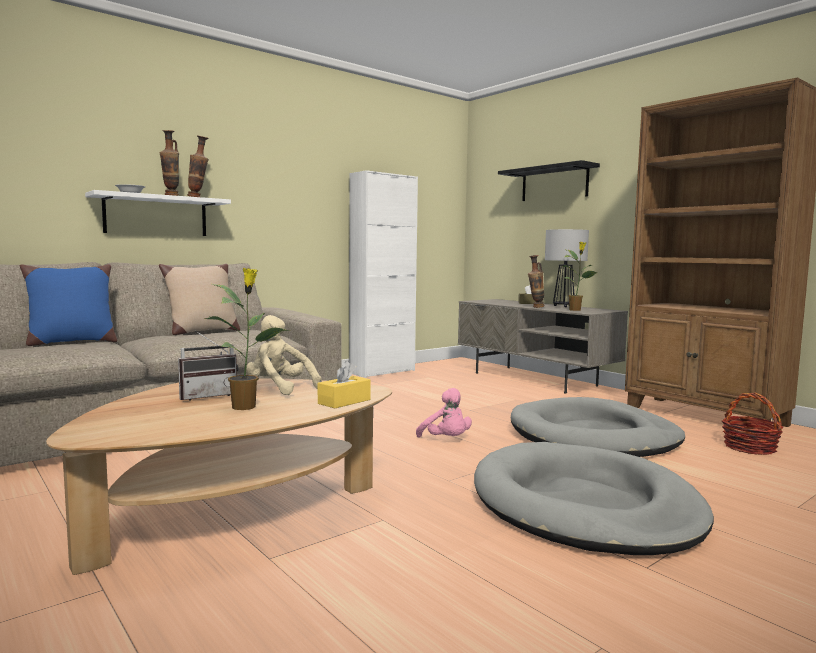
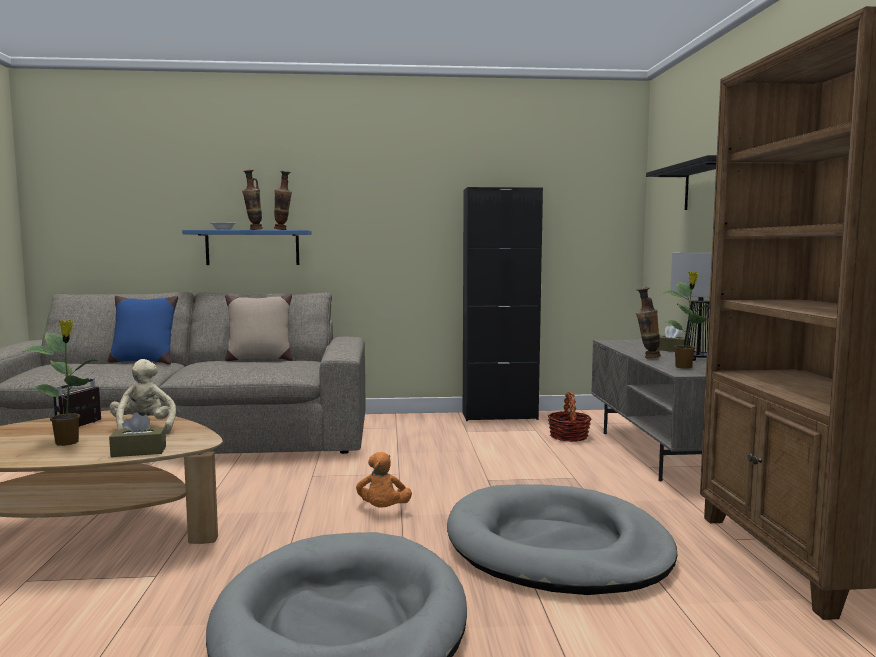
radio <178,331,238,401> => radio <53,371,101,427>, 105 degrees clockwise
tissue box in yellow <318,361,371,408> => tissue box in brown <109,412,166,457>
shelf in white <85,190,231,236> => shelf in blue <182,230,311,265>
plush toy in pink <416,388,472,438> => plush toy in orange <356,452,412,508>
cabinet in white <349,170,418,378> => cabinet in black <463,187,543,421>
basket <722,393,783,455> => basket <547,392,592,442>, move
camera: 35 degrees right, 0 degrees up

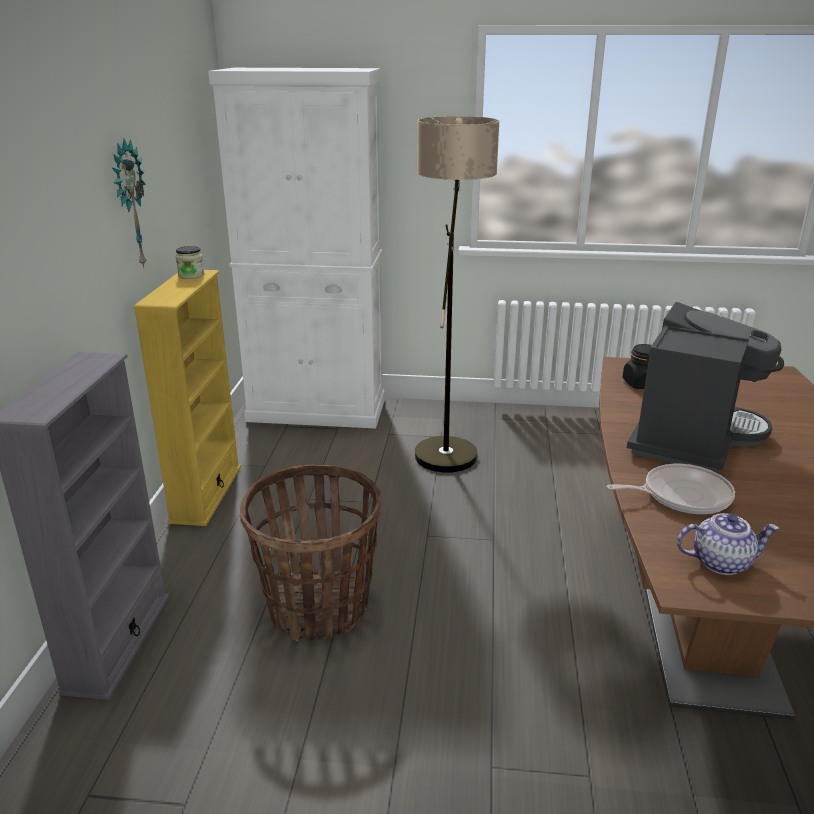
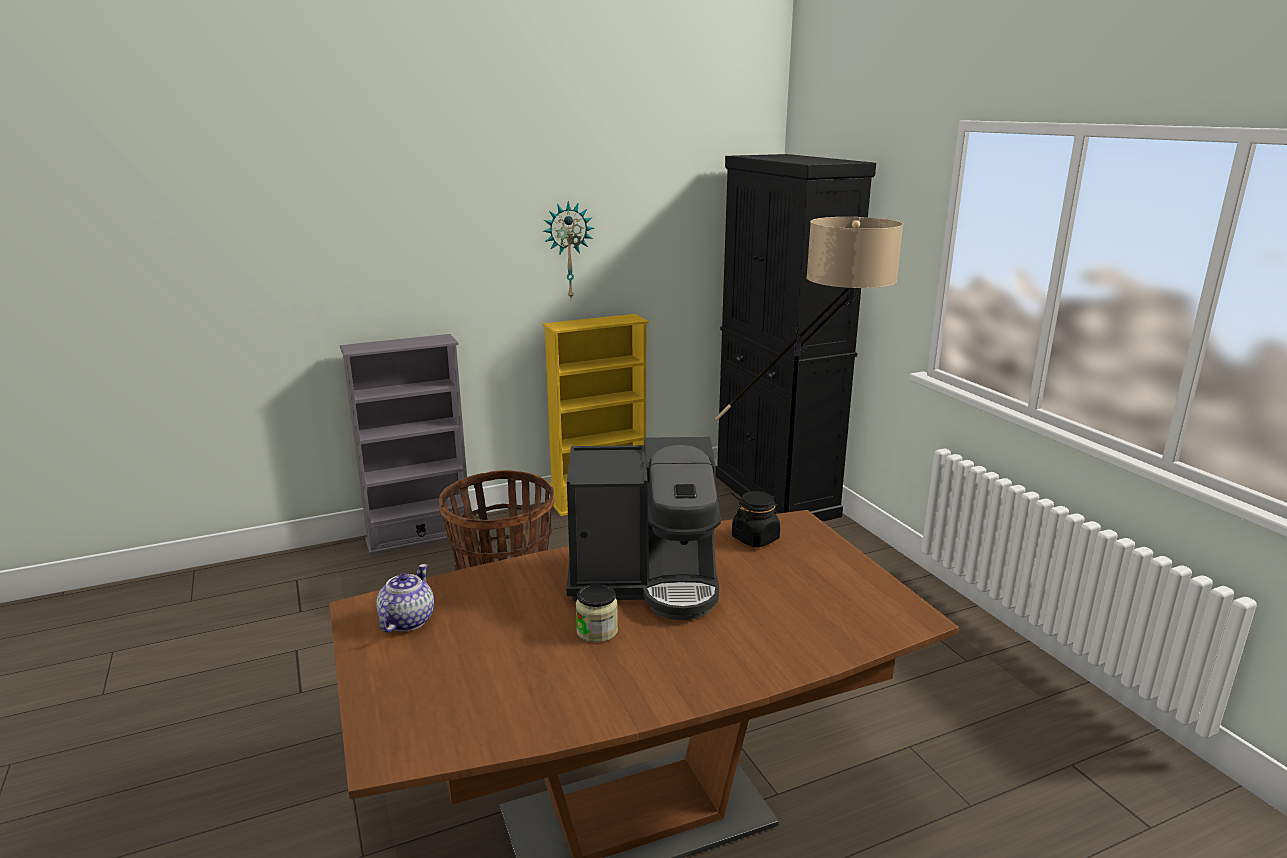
teapot <677,513,779,575> => teapot <376,564,434,632>, 135 degrees counterclockwise
jar <176,246,204,279> => jar <576,584,618,643>, move
cabinet in white <208,68,385,429> => cabinet in black <715,154,876,522>
frying pan <607,464,735,514> => nothing
camera: 60 degrees right, 5 degrees down

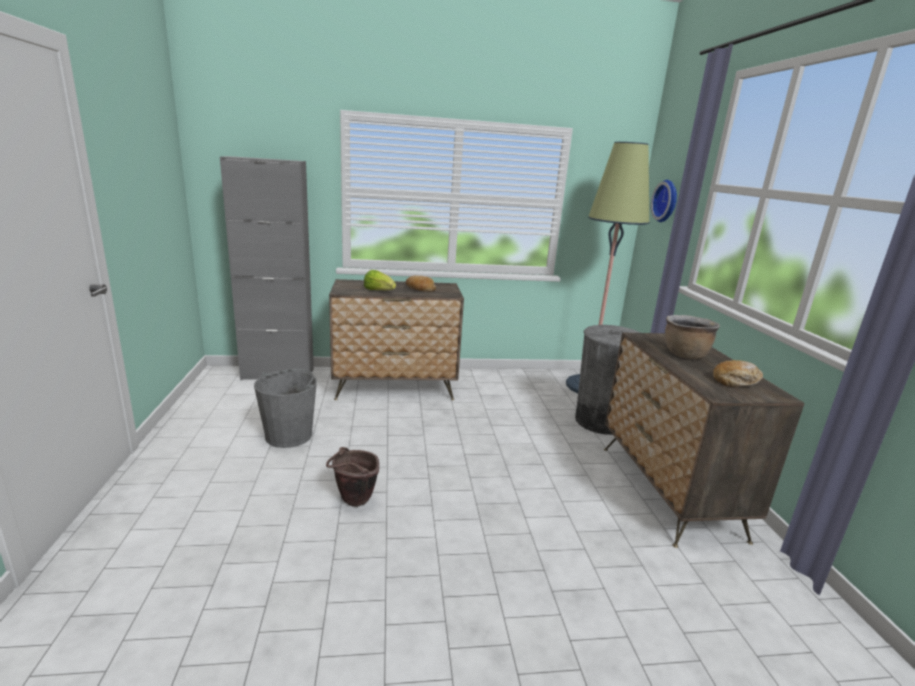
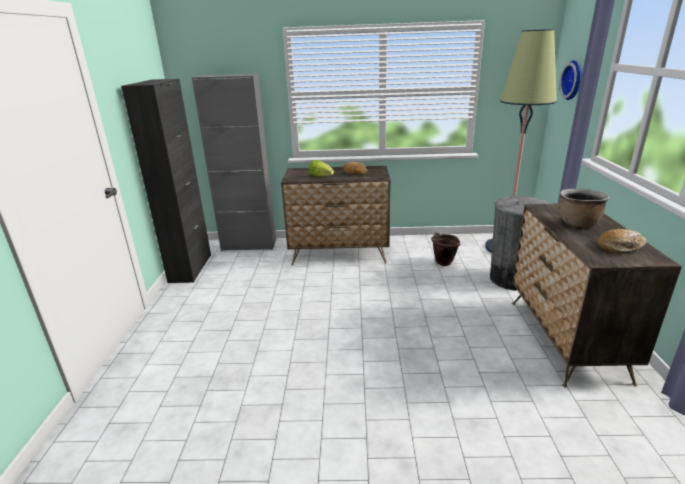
nothing => cabinet in black <121,79,211,283>
bucket in brown <326,447,379,507> => bucket in brown <431,233,461,266>, move
bucket in grey <254,369,317,448> => nothing
camera: 10 degrees right, 5 degrees up

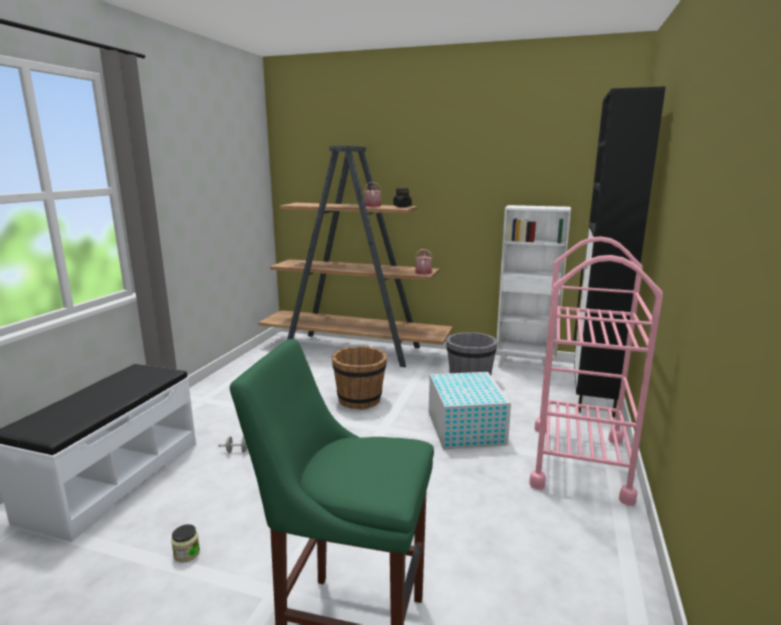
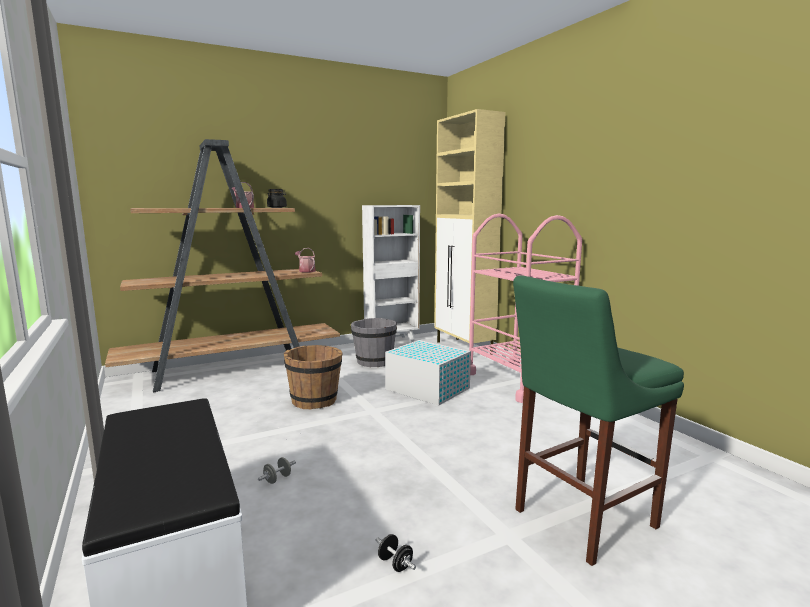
jar <171,524,200,563> => dumbbell in black <376,534,416,572>
cabinet in black <574,86,666,417> => cabinet in beige <434,109,505,355>
camera: 45 degrees left, 5 degrees down

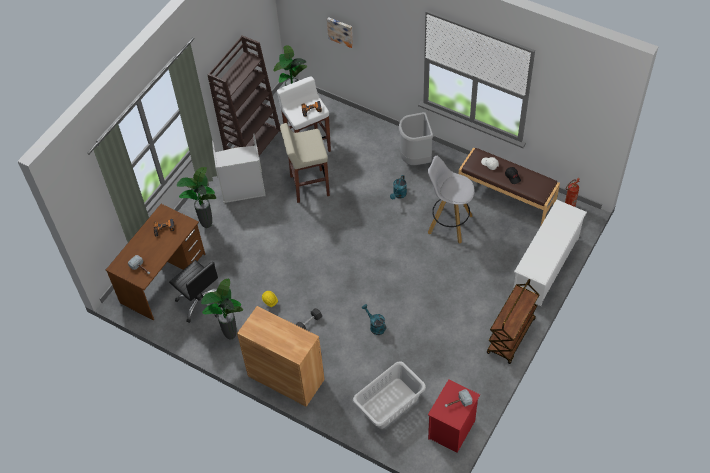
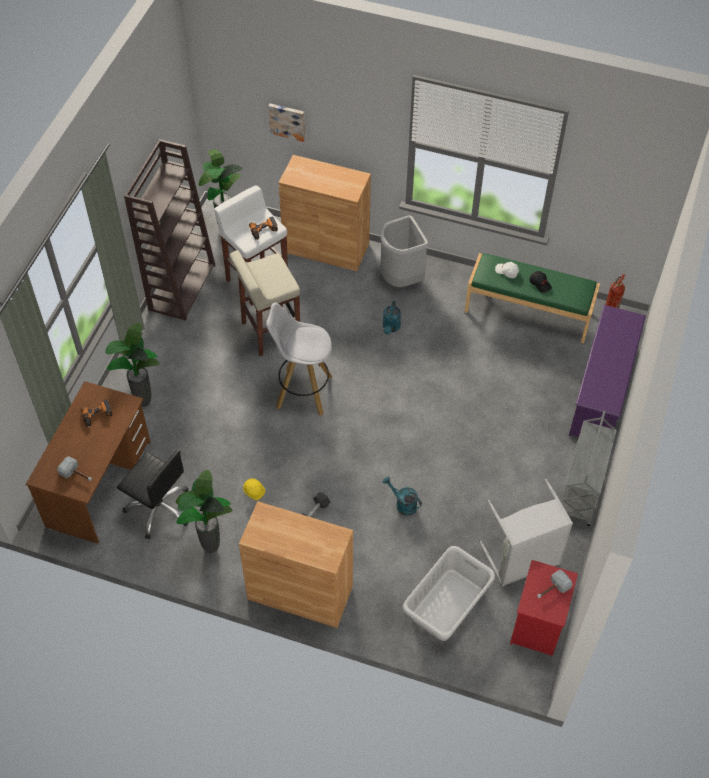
stool in white <428,156,475,244> => stool in white <266,302,332,416>, move
nothing => cabinet in brown <279,155,371,271>
bench in brown <459,147,560,225> => bench in green <465,253,600,343>
laundry basket in grey <212,134,266,203> => laundry basket in grey <480,479,573,586>, move
cart in brown <487,279,539,364> => cart in grey <561,411,617,526>
shoe rack in white <513,199,587,306> => shoe rack in purple <569,305,646,437>
camera: 15 degrees left, 0 degrees up

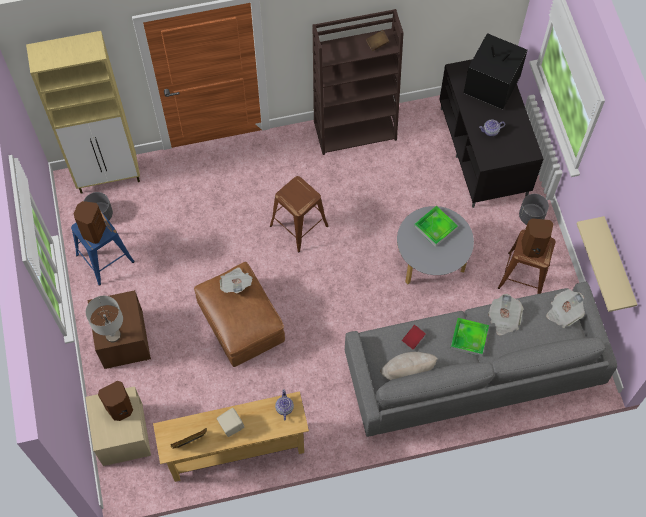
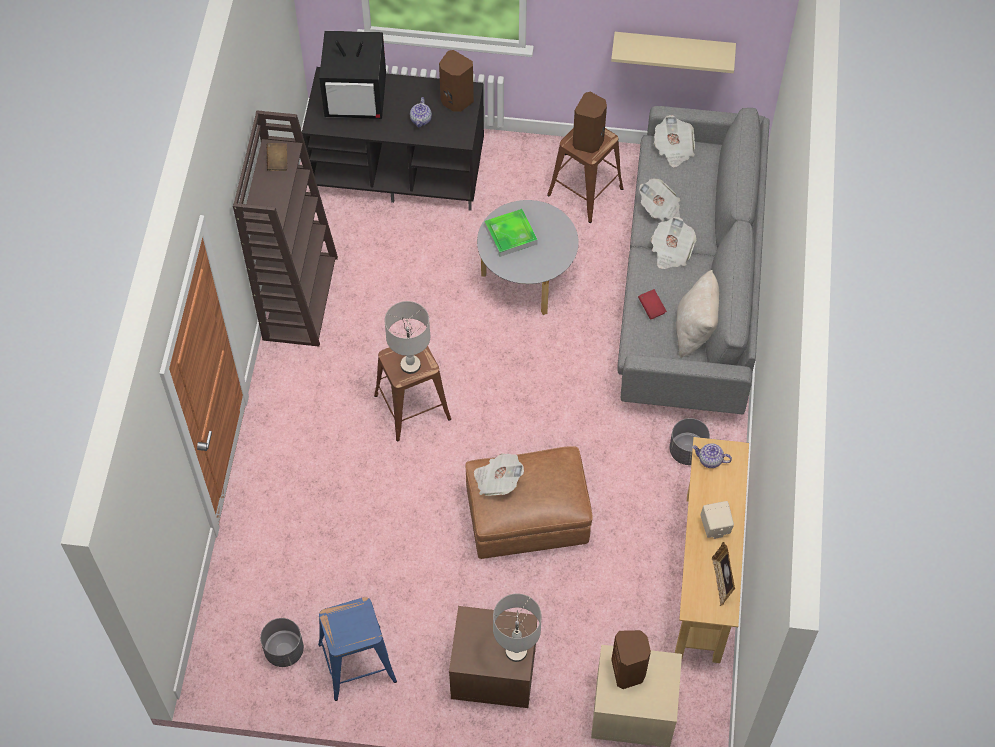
television <464,33,527,109> => television <319,31,386,119>, 135 degrees counterclockwise
nothing => table lamp in grey <385,301,430,374>
speaker in brown <73,201,106,244> => speaker in brown <439,50,474,112>, move
tray <450,318,489,357> => newspaper <651,217,696,269>
planter in grey <519,194,549,225> => planter in grey <670,418,710,465>, move
cabinet in beige <26,31,140,193> => nothing
camera: 70 degrees left, 5 degrees down

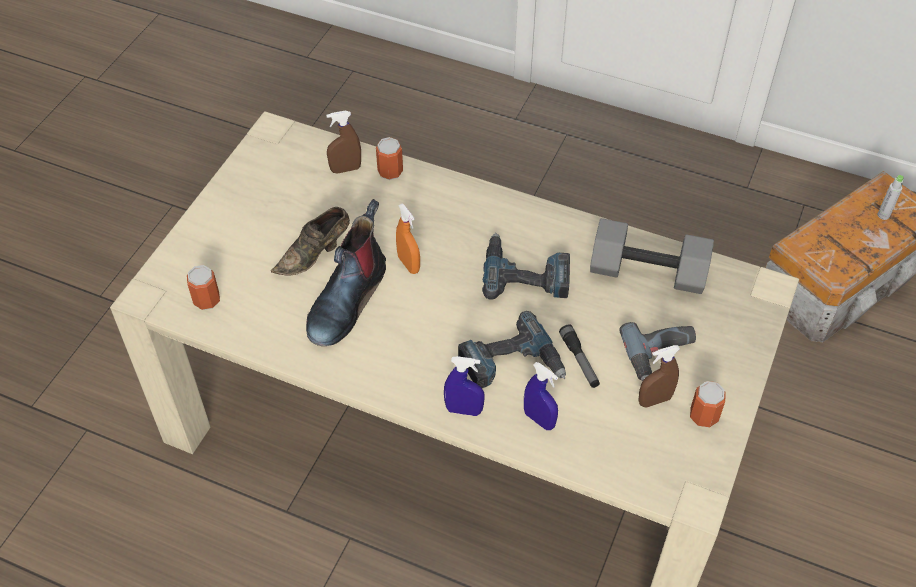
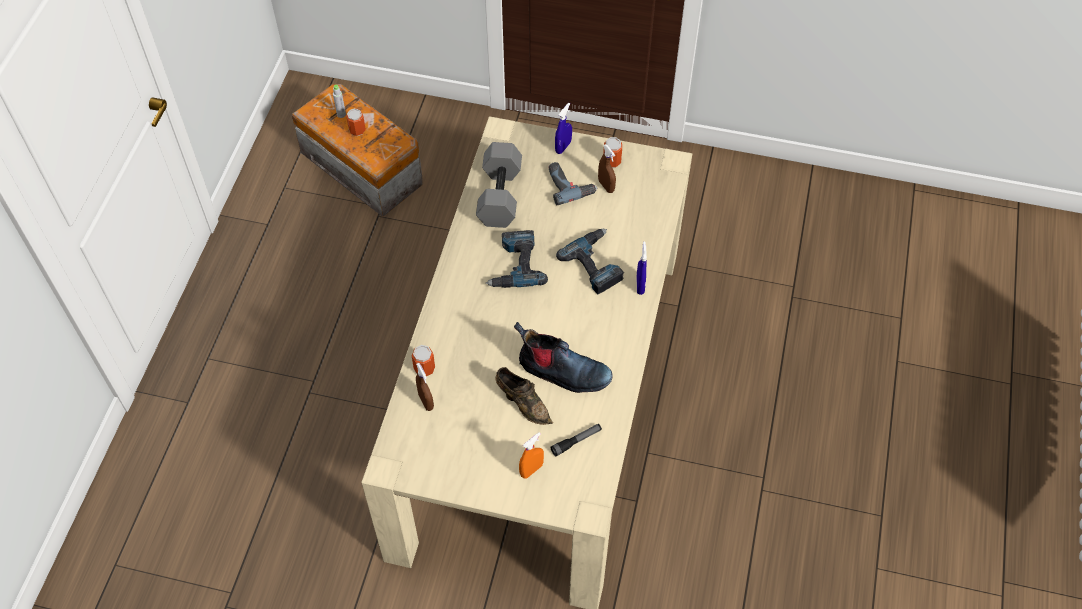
can <187,265,220,310> => can <346,108,366,136>, move
spray bottle in orange <396,204,420,274> => spray bottle in orange <519,432,544,479>, move
flashlight <559,325,600,388> => flashlight <550,424,602,457>, move
spray bottle in blue <524,362,558,430> => spray bottle in blue <555,103,572,154>, move
camera: 100 degrees left, 5 degrees up

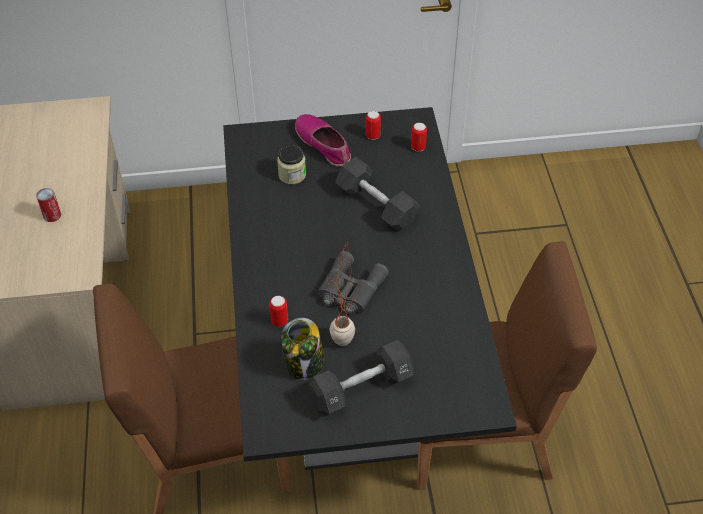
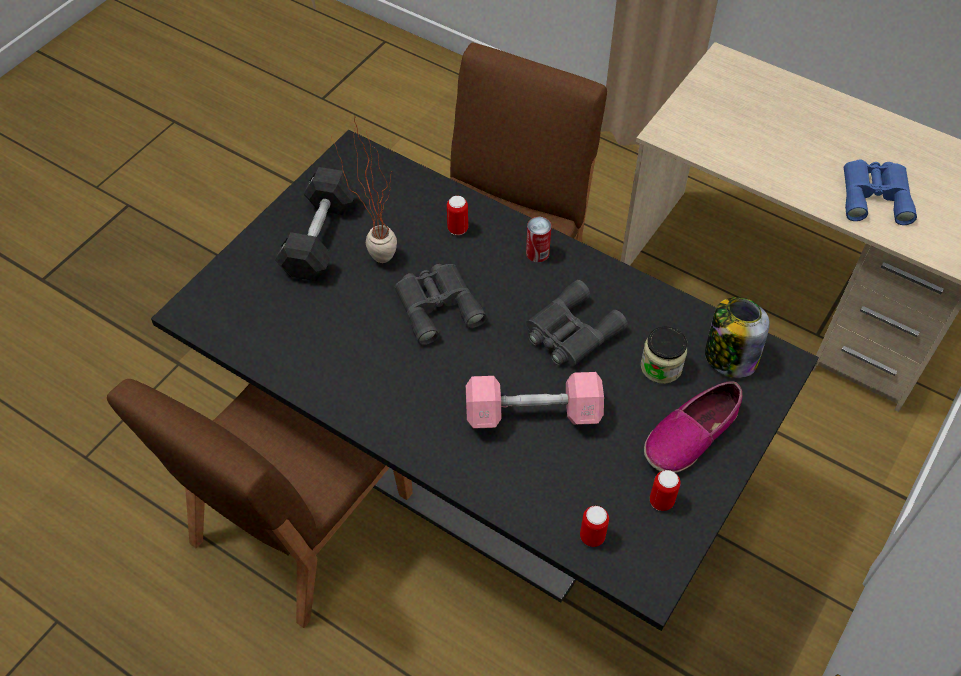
dumbbell in black <335,157,419,232> => dumbbell in pink <466,372,604,429>
can <36,188,61,222> => can <526,217,552,262>, move
nothing => binoculars in grey <526,280,628,366>
shoe <295,114,351,166> => shoe <644,381,742,473>, 135 degrees clockwise
jar <281,318,324,380> => jar <705,297,770,378>, move
nothing => binoculars in blue <844,160,917,225>
camera: 130 degrees right, 5 degrees up

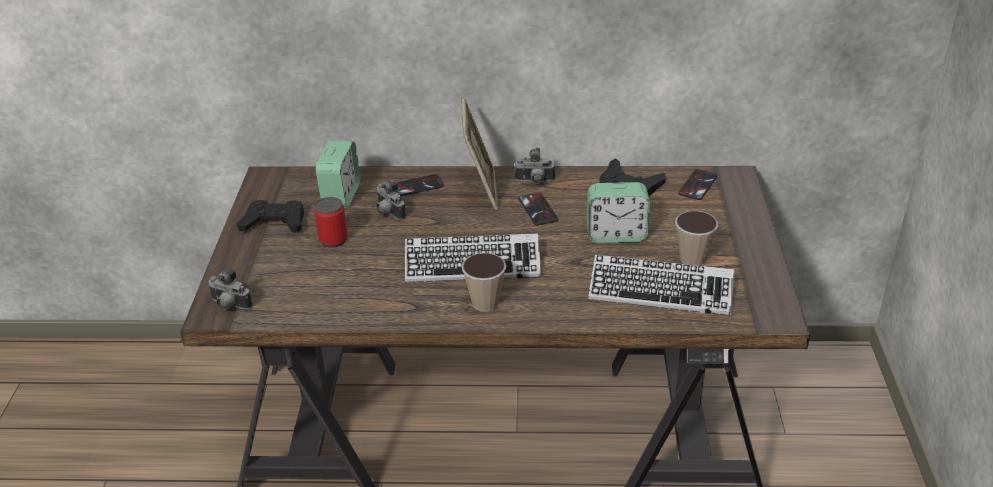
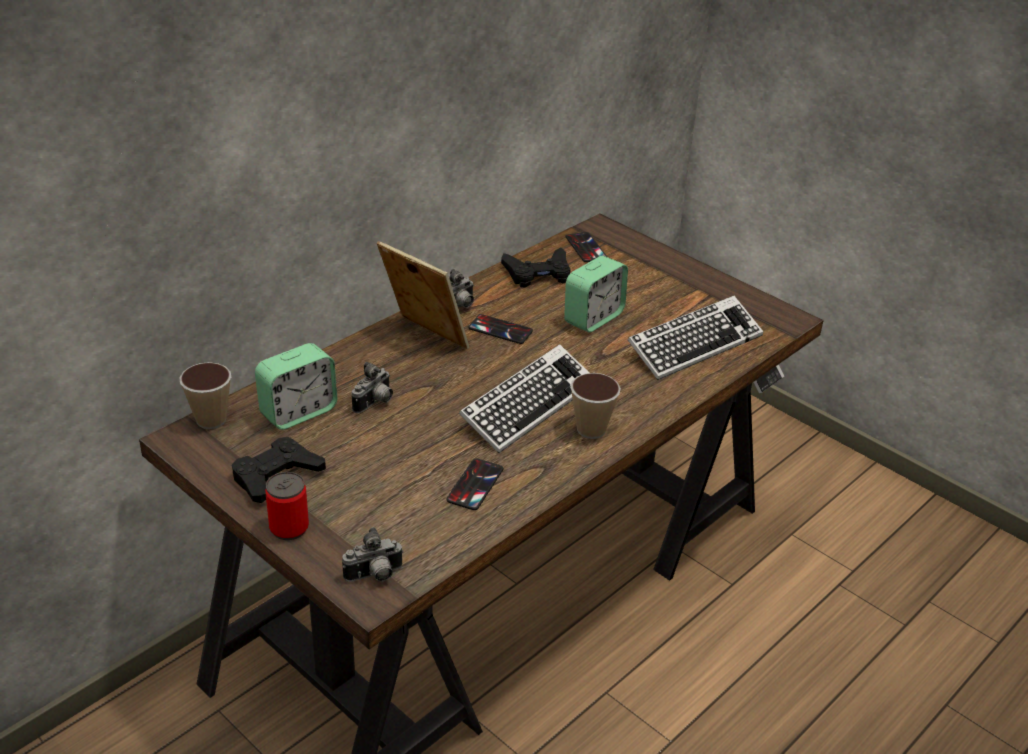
cup <675,211,718,266> => cup <180,362,231,429>, move
alarm clock <316,141,360,207> => alarm clock <255,343,337,430>, 90 degrees clockwise
can <315,197,347,248> => can <265,472,309,540>, move
photo camera <376,180,406,220> => photo camera <352,362,393,413>, 60 degrees counterclockwise
phone <395,174,444,196> => phone <446,458,503,510>, move
camera: 50 degrees left, 0 degrees up

